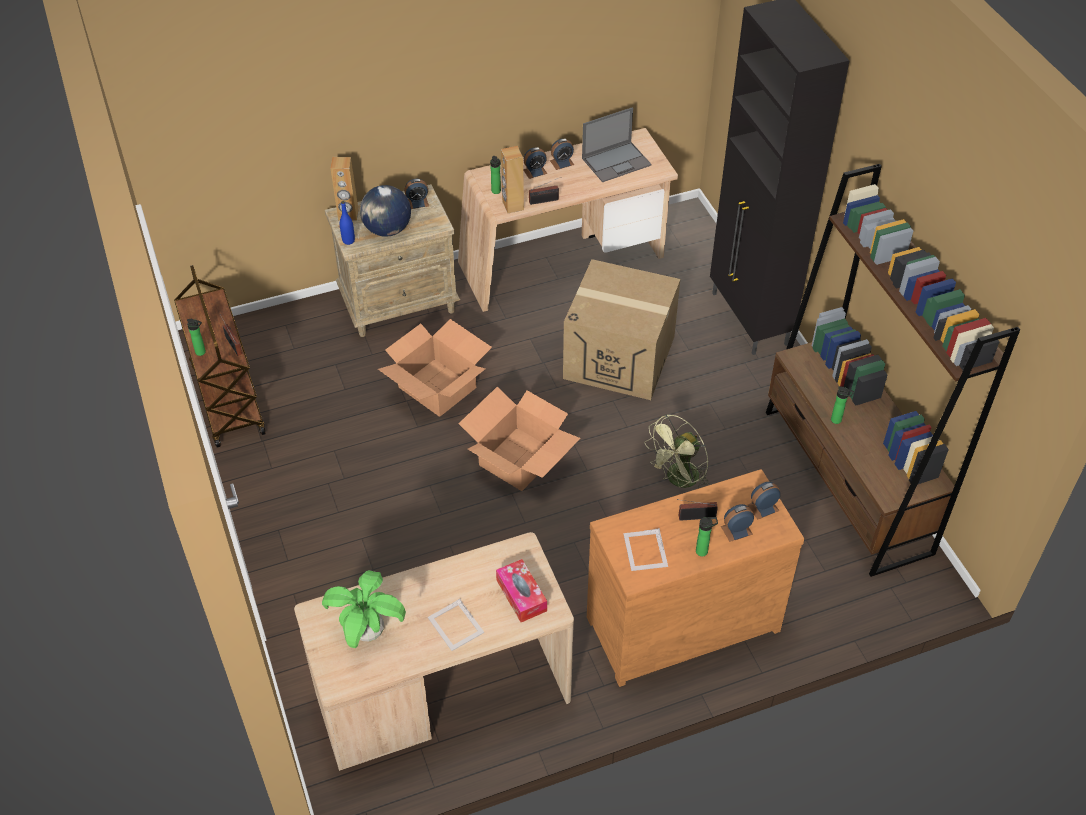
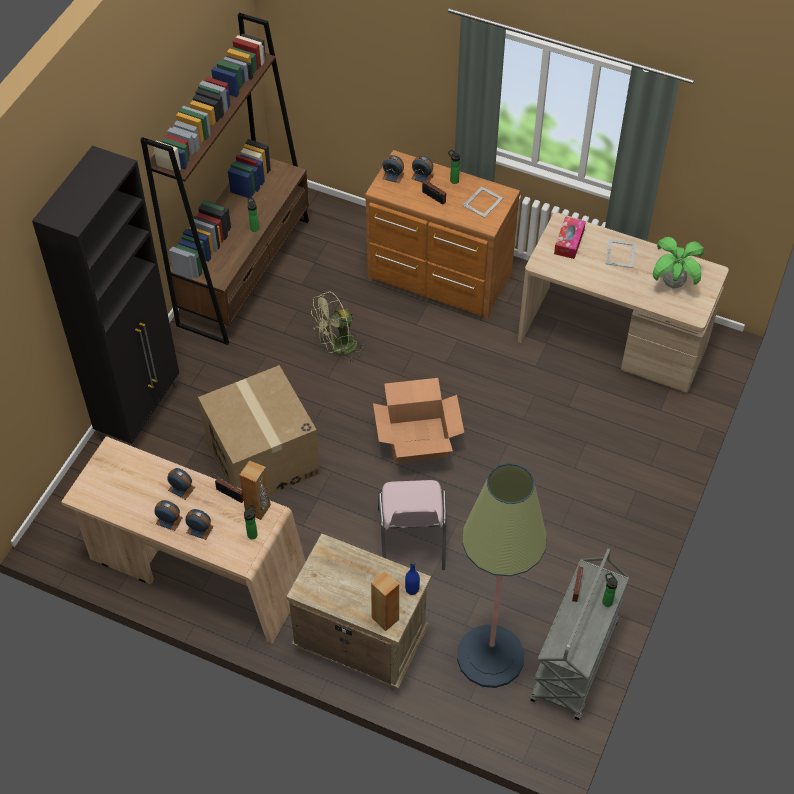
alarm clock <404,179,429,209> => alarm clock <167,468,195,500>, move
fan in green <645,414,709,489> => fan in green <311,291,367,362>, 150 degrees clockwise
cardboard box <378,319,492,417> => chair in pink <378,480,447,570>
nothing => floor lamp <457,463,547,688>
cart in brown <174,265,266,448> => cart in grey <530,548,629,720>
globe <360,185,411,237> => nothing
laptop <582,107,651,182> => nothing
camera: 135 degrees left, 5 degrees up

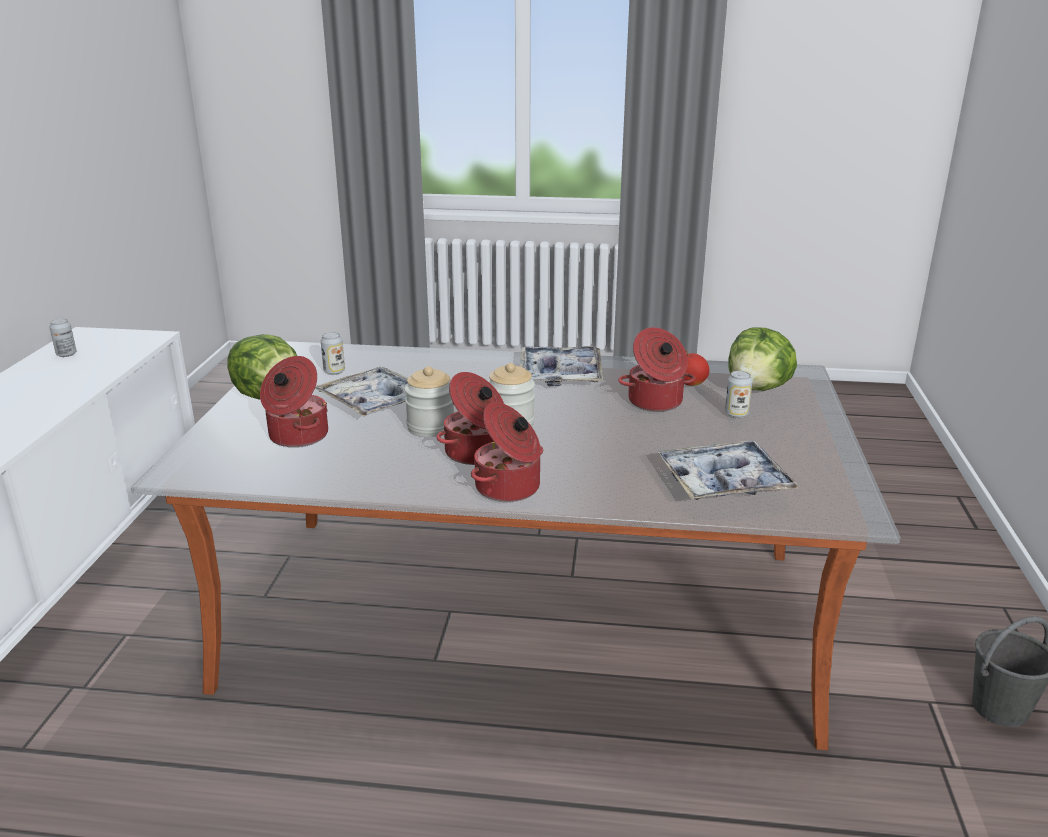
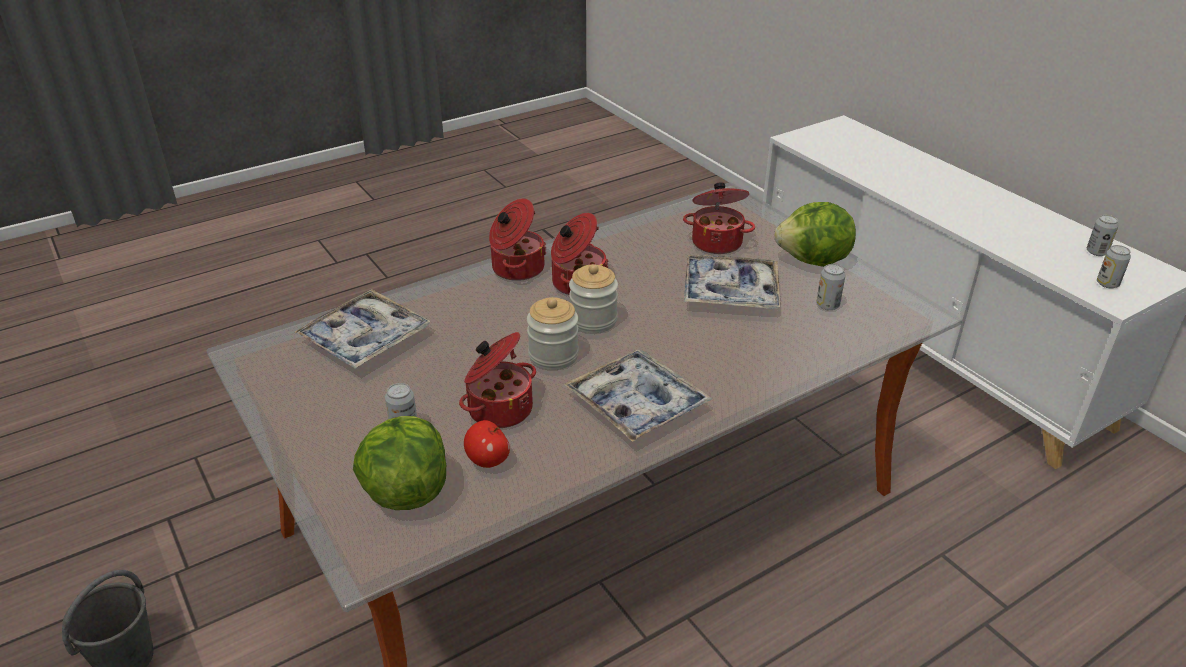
jar <404,366,454,437> => jar <527,297,579,370>, move
nothing => can <1097,245,1131,289>
camera: 140 degrees right, 10 degrees up

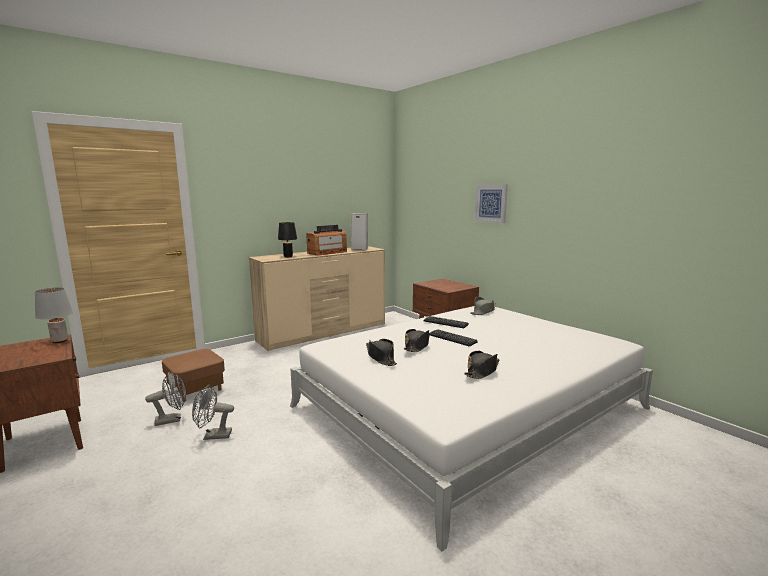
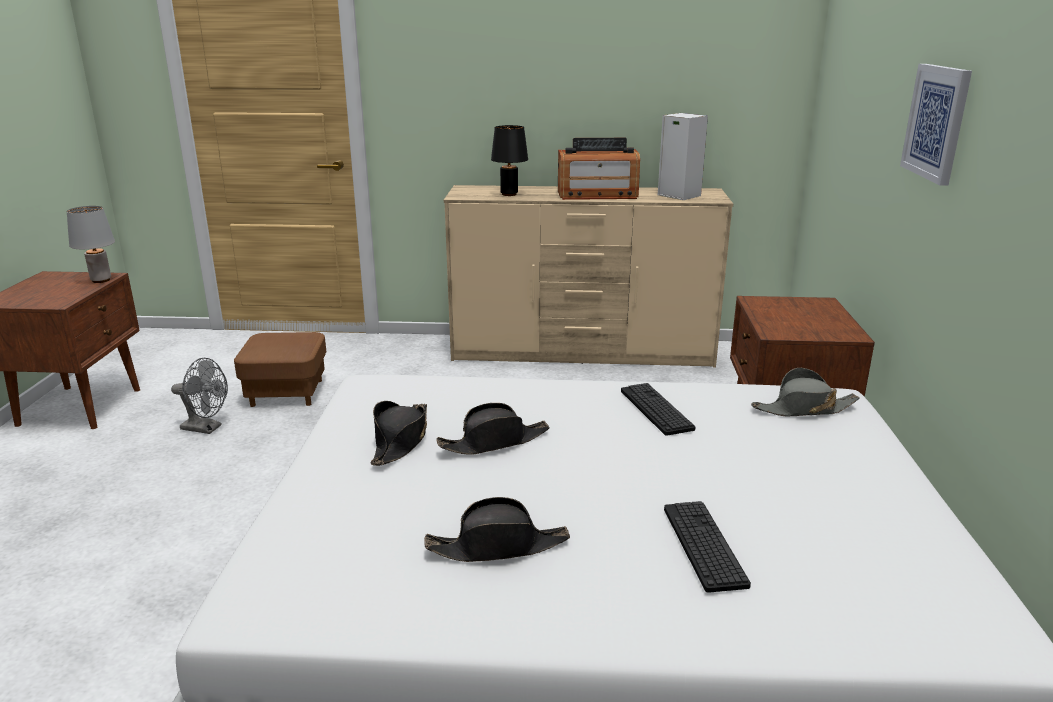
keyboard <429,329,478,346> => keyboard <664,501,751,593>, move
fan in grey <192,385,234,440> => nothing
camera: 40 degrees right, 10 degrees up

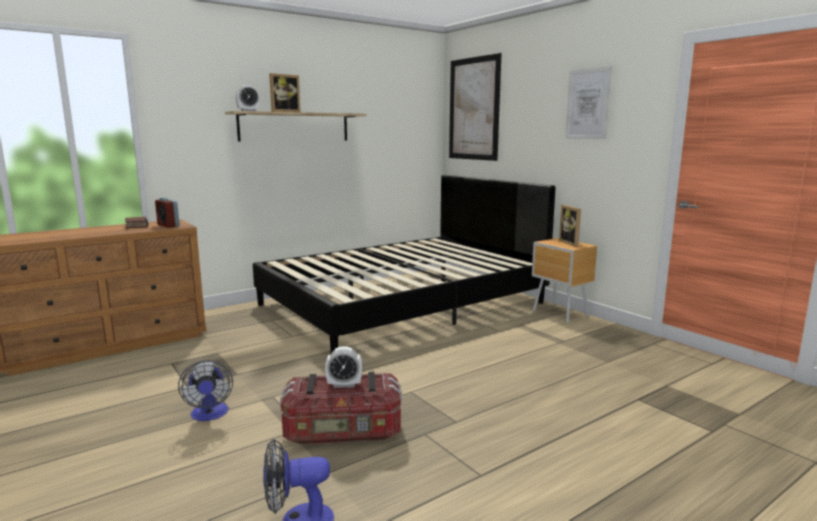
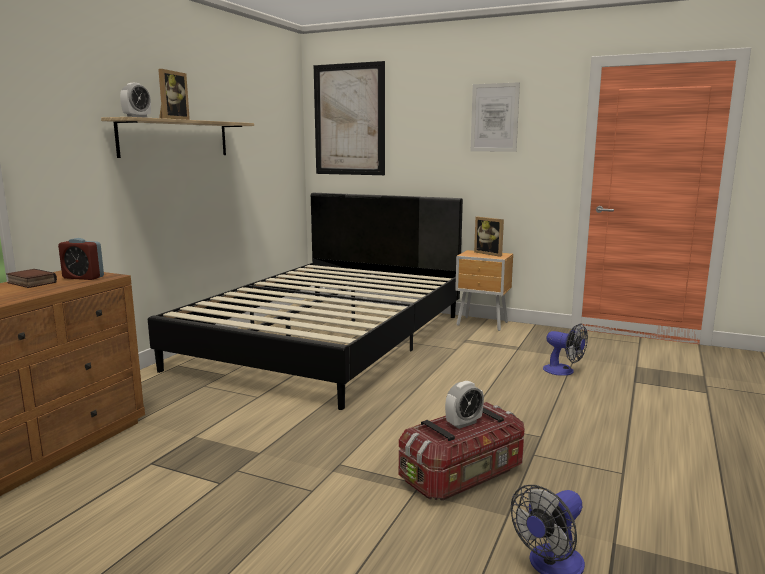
fan <178,360,233,421> => fan <543,324,588,376>, move
camera: 30 degrees left, 0 degrees up

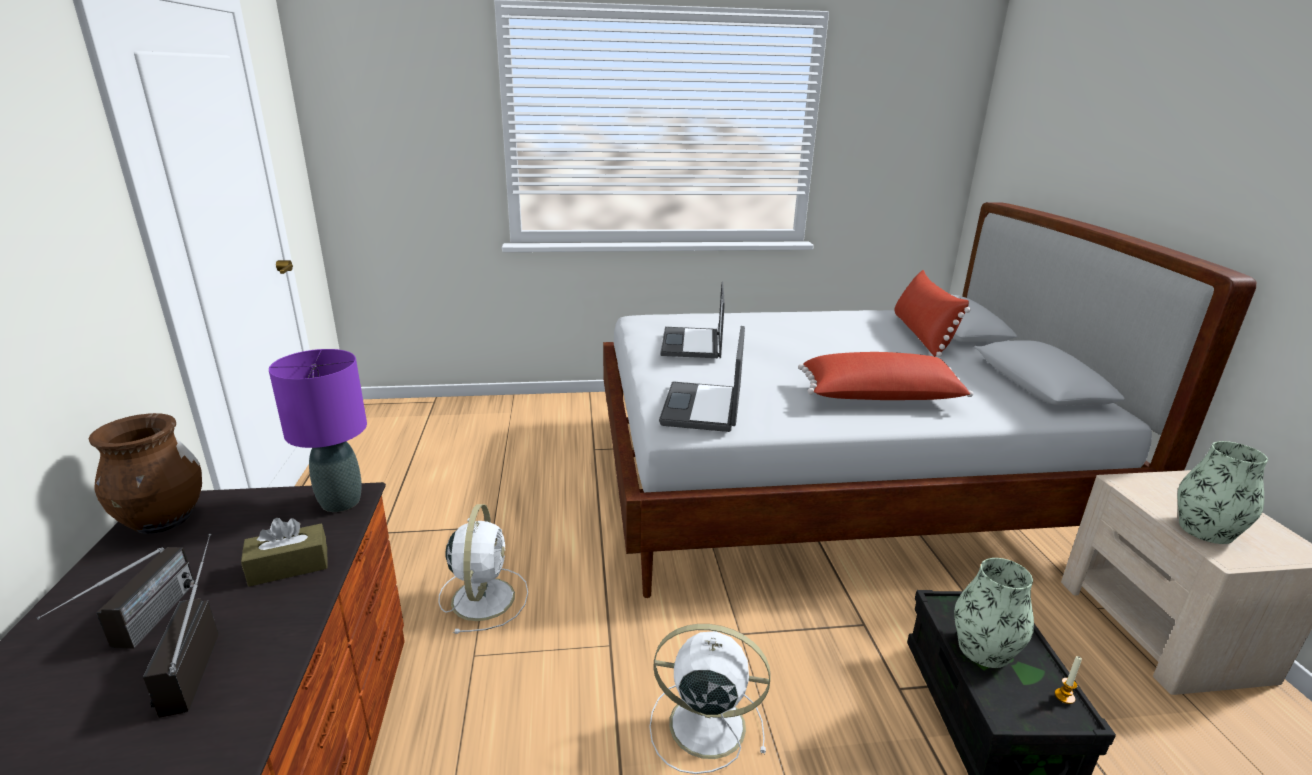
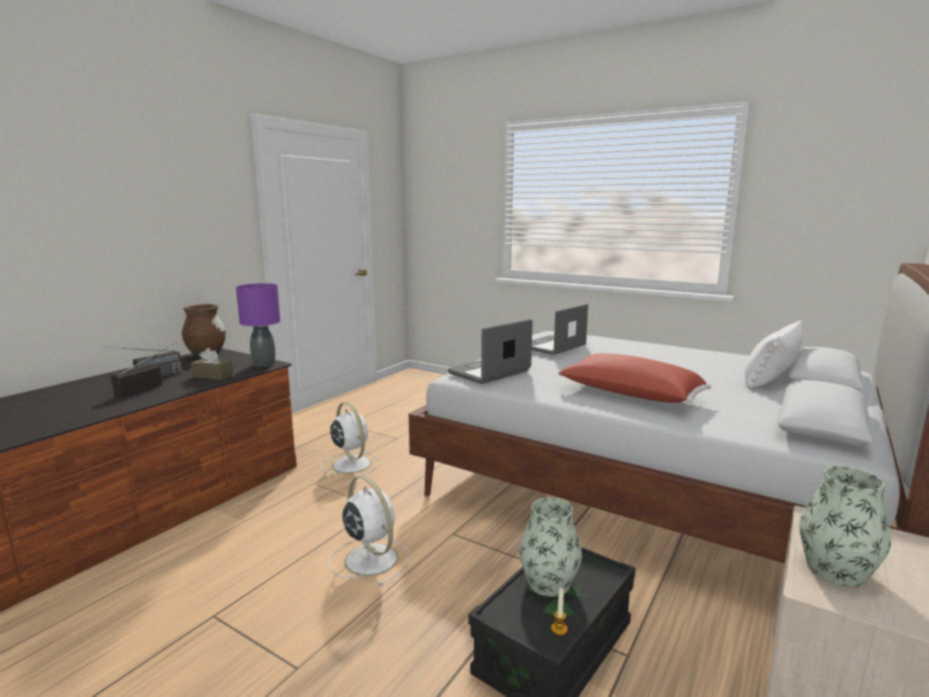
fan in white <439,504,528,634> => fan in white <321,402,380,478>, 75 degrees counterclockwise
pillow in red <894,270,971,357> => pillow in white <745,320,804,389>
camera: 40 degrees right, 10 degrees down

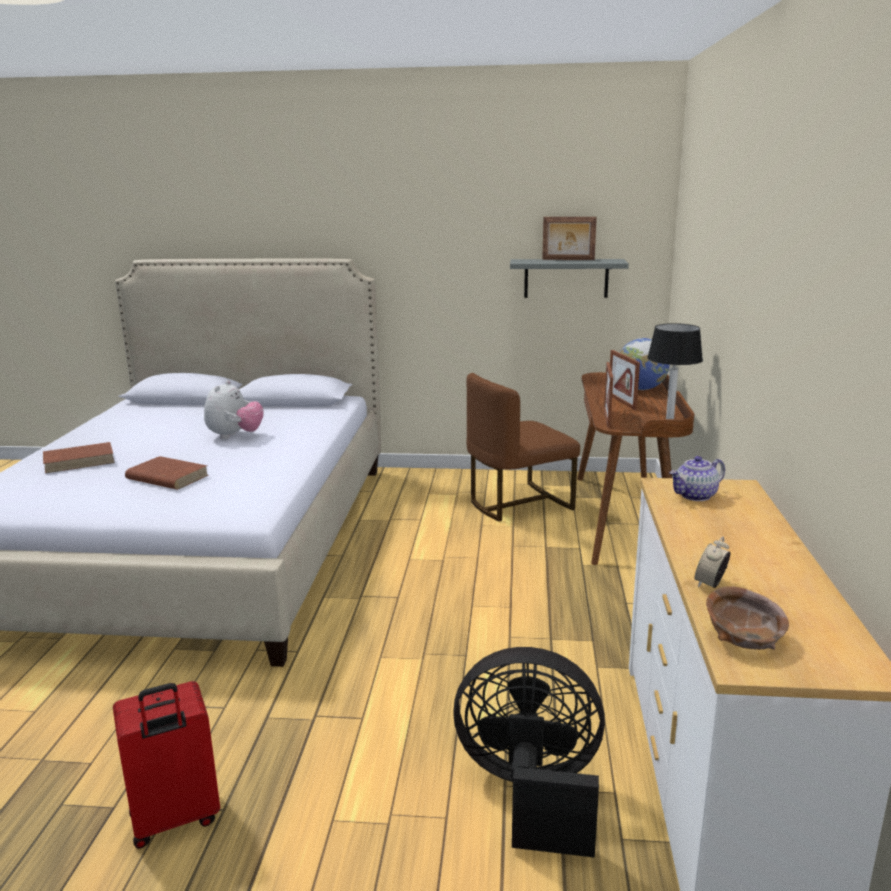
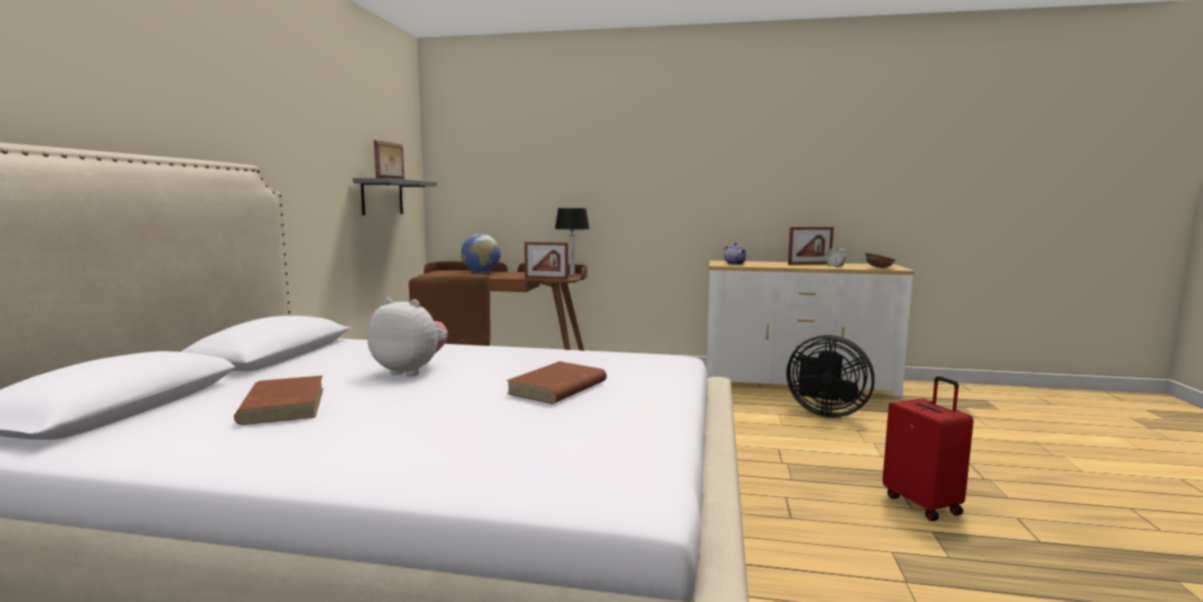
book in brown <43,442,115,473> => book in brown <234,375,323,425>, move
fan in black <453,647,605,858> => fan in black <786,335,875,418>, 75 degrees counterclockwise
picture frame <610,350,640,410> => picture frame <788,227,834,265>, move
camera: 85 degrees left, 10 degrees down

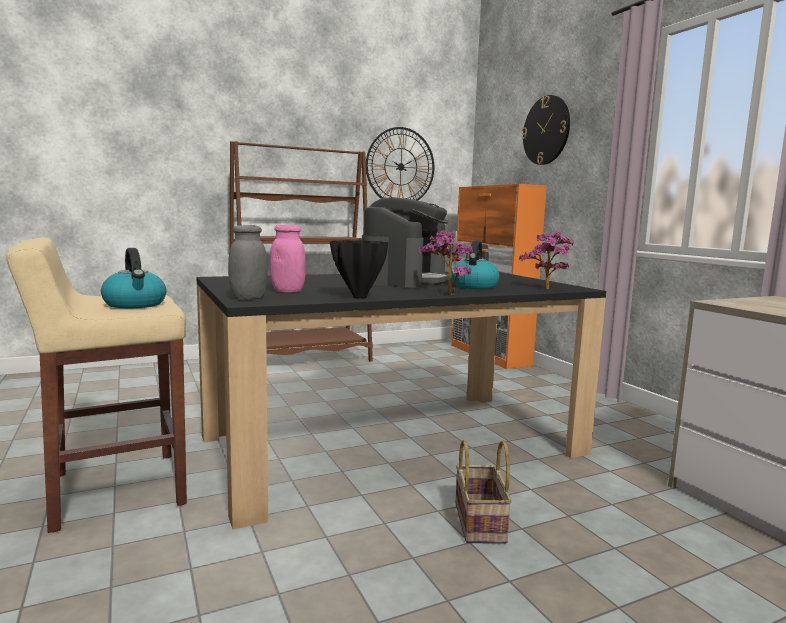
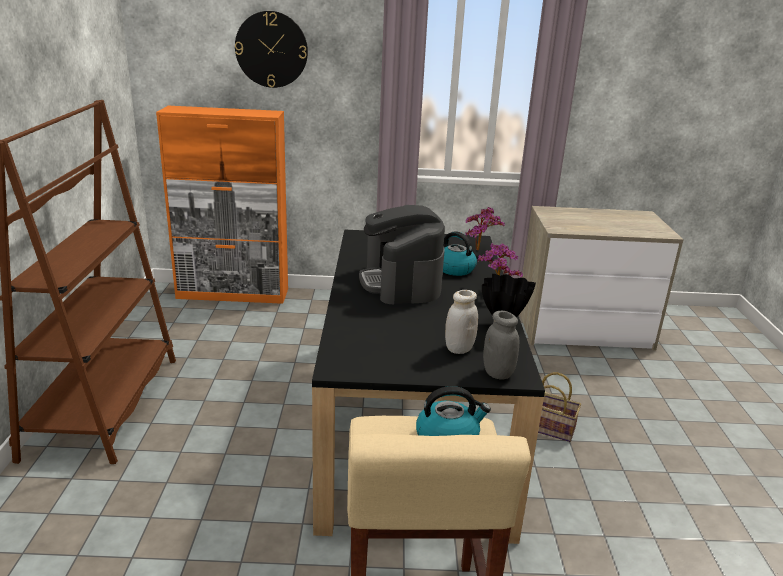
coffee machine <362,197,448,287> => coffee machine <359,205,445,304>, 150 degrees counterclockwise
jar in pink <270,225,306,293> => jar in white <445,290,478,354>
wall clock <366,127,434,201> => nothing
camera: 65 degrees left, 15 degrees up

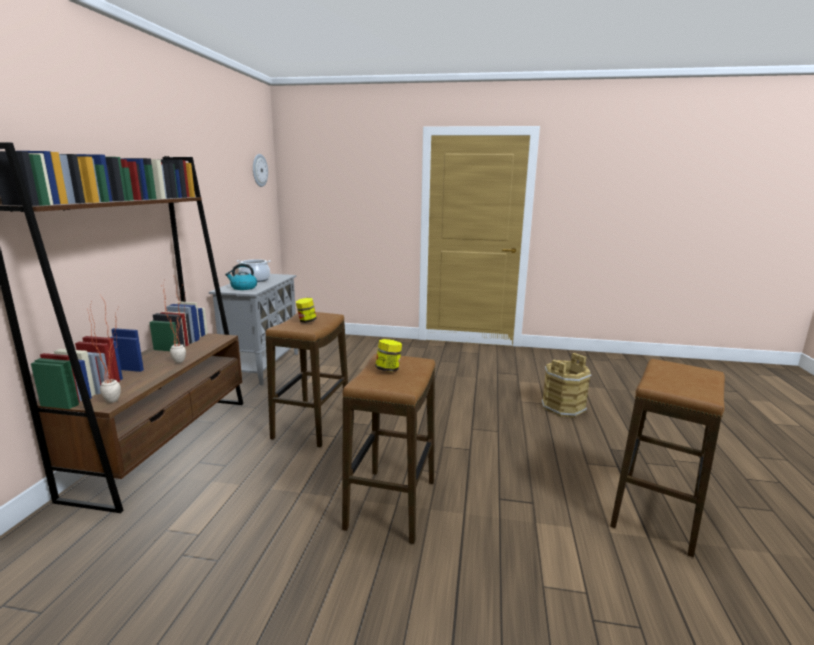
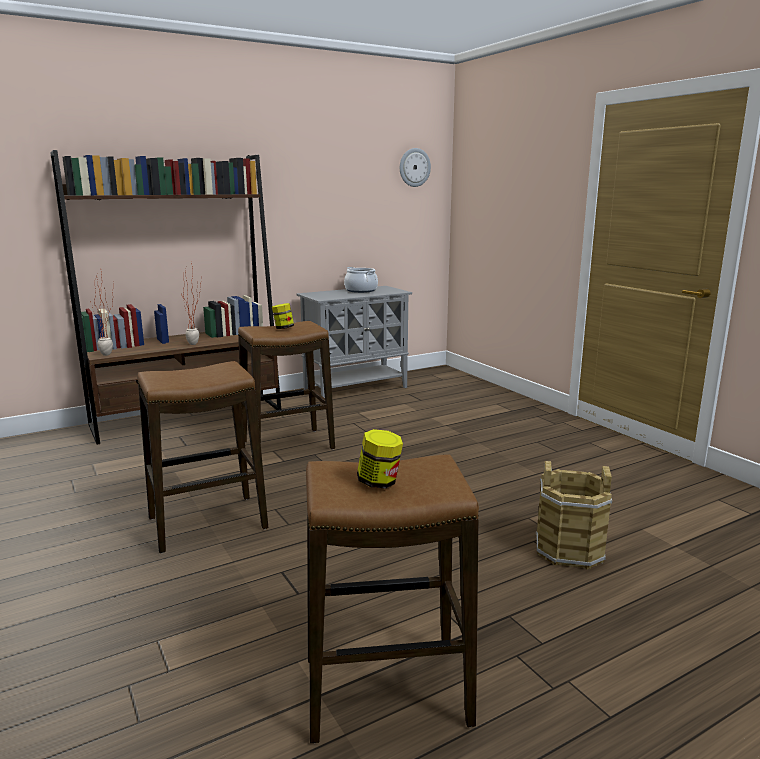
jar <375,339,402,372> => jar <357,429,403,489>, move
kettle <225,263,257,290> => nothing
camera: 50 degrees right, 0 degrees up

